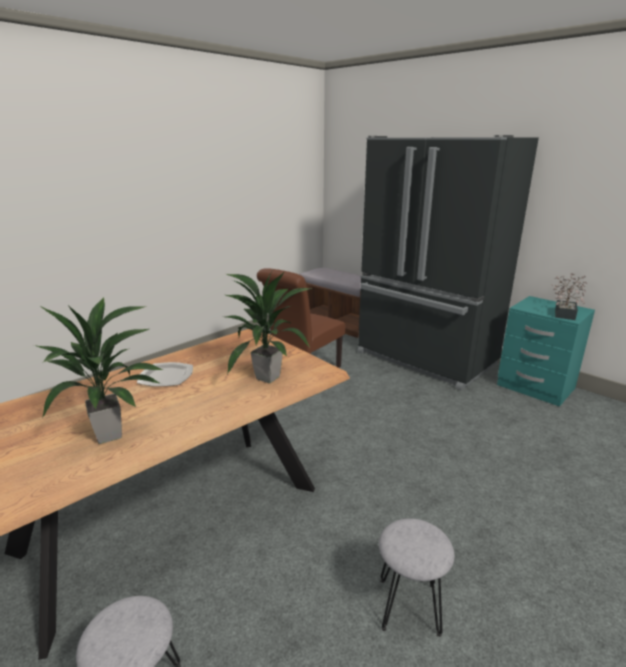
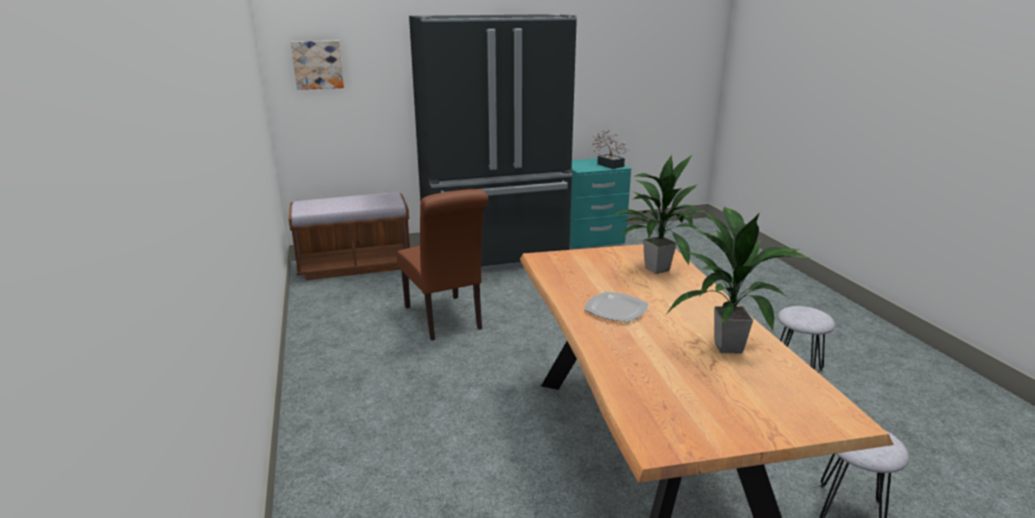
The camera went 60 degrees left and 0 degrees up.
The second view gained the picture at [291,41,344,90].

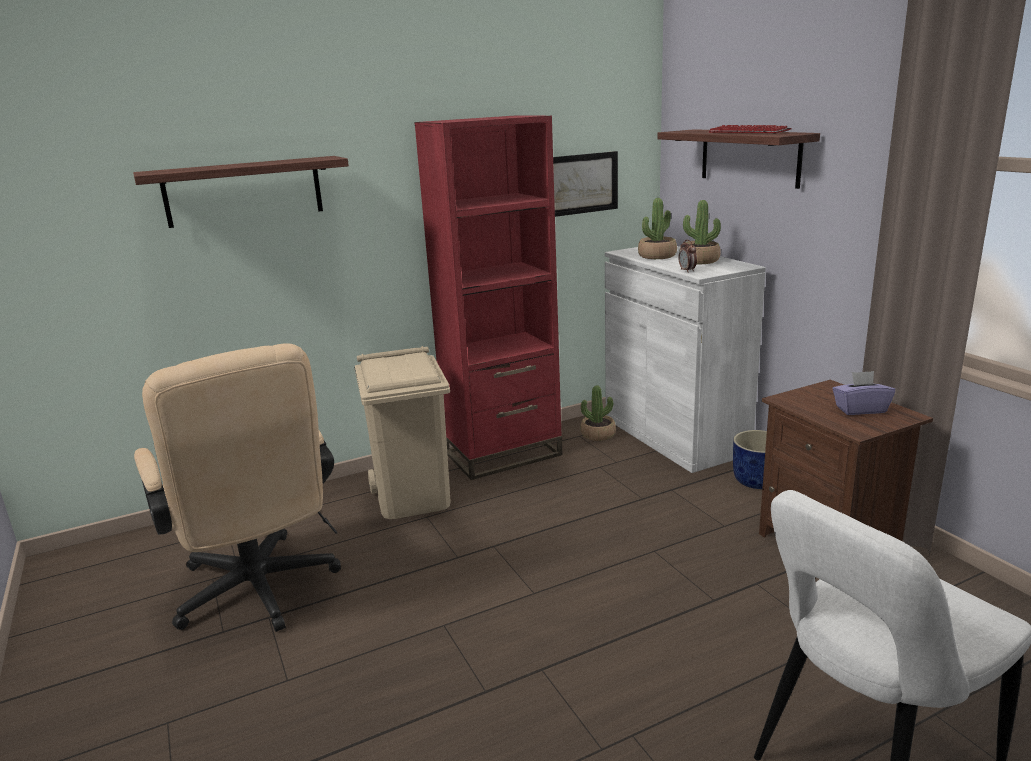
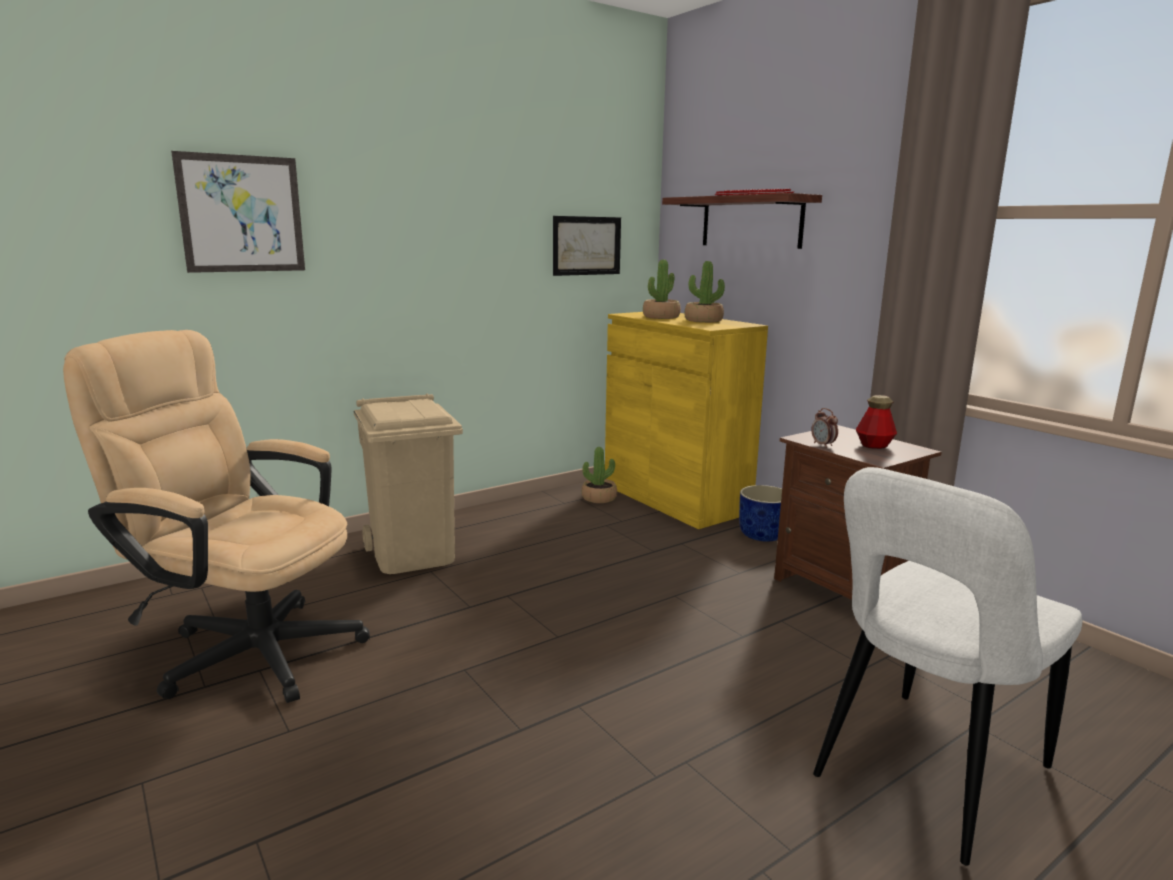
The camera went 10 degrees left and 5 degrees down.
The second view lost the red bookcase at [414,115,562,480].
Where the shelf hung at [133,156,349,228], the picture came to hang at [171,151,305,273].
The alarm clock ended up elsewhere, having gone from [678,240,697,272] to [811,408,838,448].
What was the white cabinet at [605,246,766,473] turned into the yellow cabinet at [605,312,768,529].
The beige office chair at [134,343,341,632] ended up facing another way, 150 degrees clockwise from before.
Where the purple tissue box stood at [833,371,895,415], the bottle came to stand at [856,395,897,449].

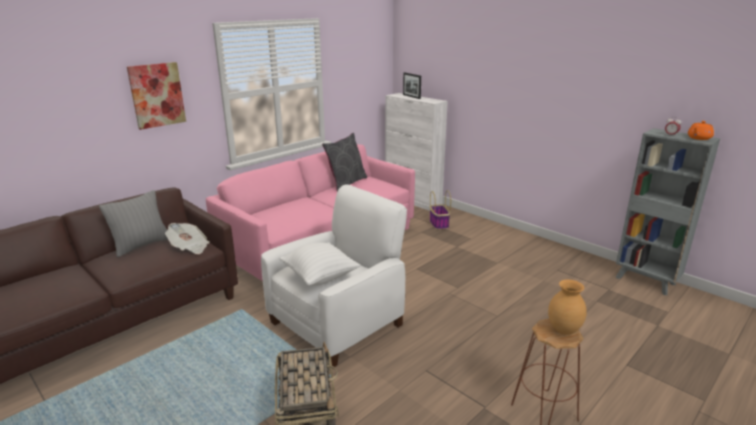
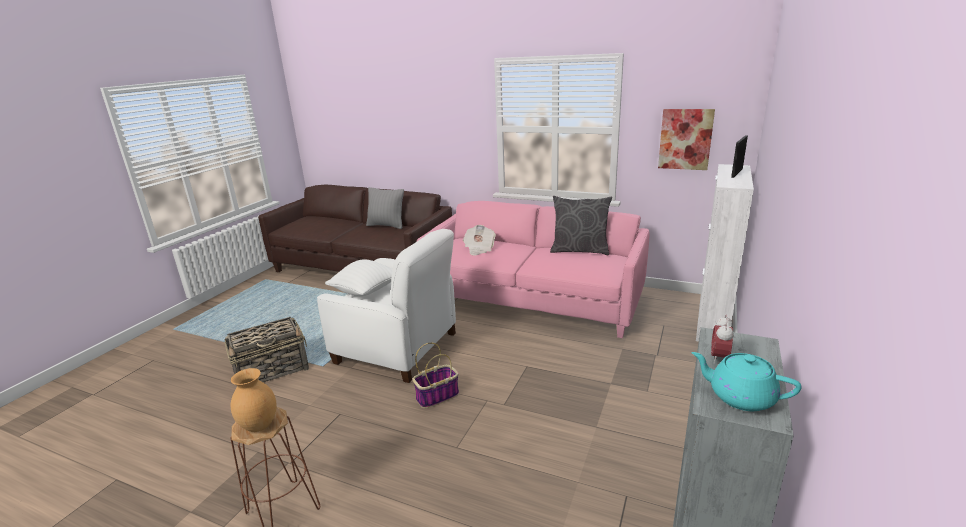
The camera went 70 degrees right and 0 degrees up.
The picture ended up elsewhere, having gone from [127,62,186,130] to [658,109,715,170].
What was the orange teapot at [688,121,714,140] turned into the turquoise teapot at [691,352,802,411].
The basket ended up elsewhere, having gone from [430,190,451,230] to [413,343,459,409].
The newspaper ended up elsewhere, having gone from [165,223,209,254] to [463,225,496,255].

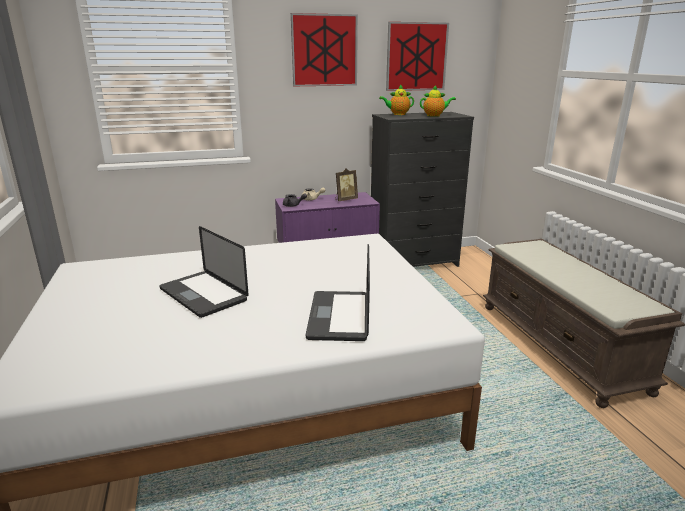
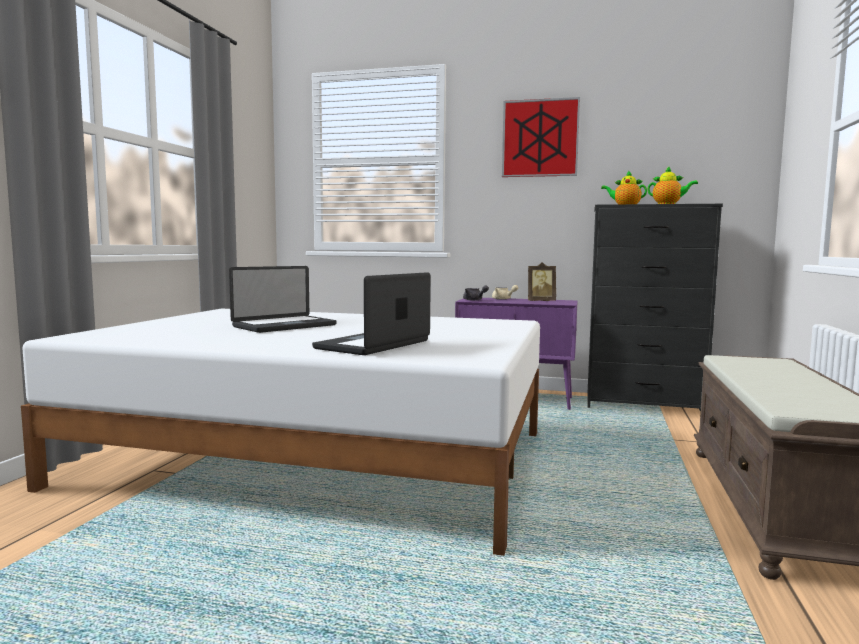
The camera went 30 degrees right and 15 degrees down.
The second view lost the picture at [386,22,449,91].
The laptop at [159,226,249,318] ended up facing another way, 120 degrees counterclockwise from before.

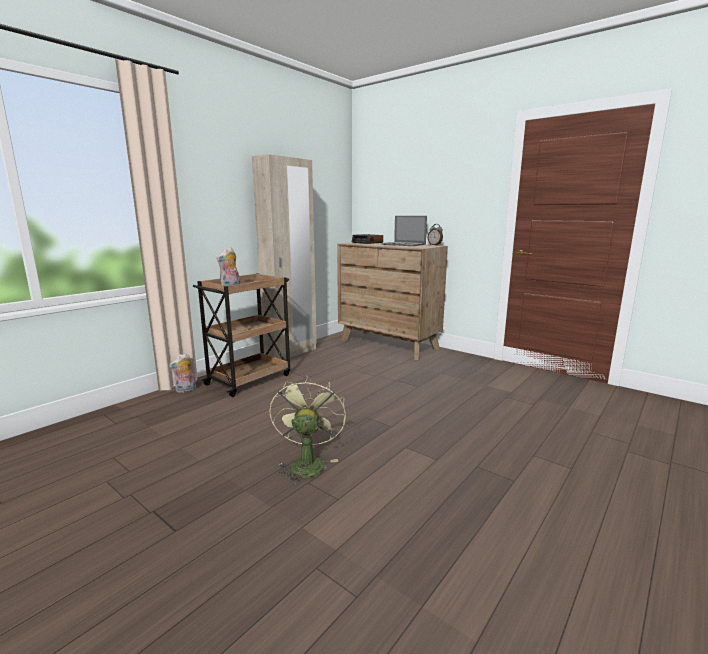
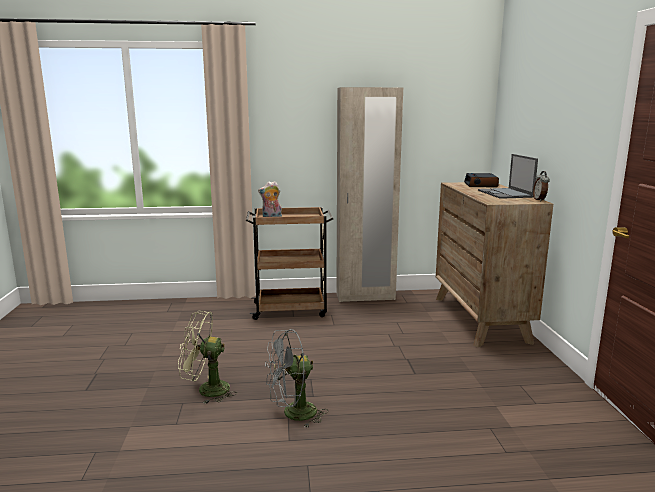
The camera went 45 degrees right and 0 degrees up.
The second view lost the plush toy at [169,353,196,393].
The green fan at [270,376,346,484] ended up facing another way, 135 degrees counterclockwise from before.
The second view gained the grey fan at [265,329,328,428].

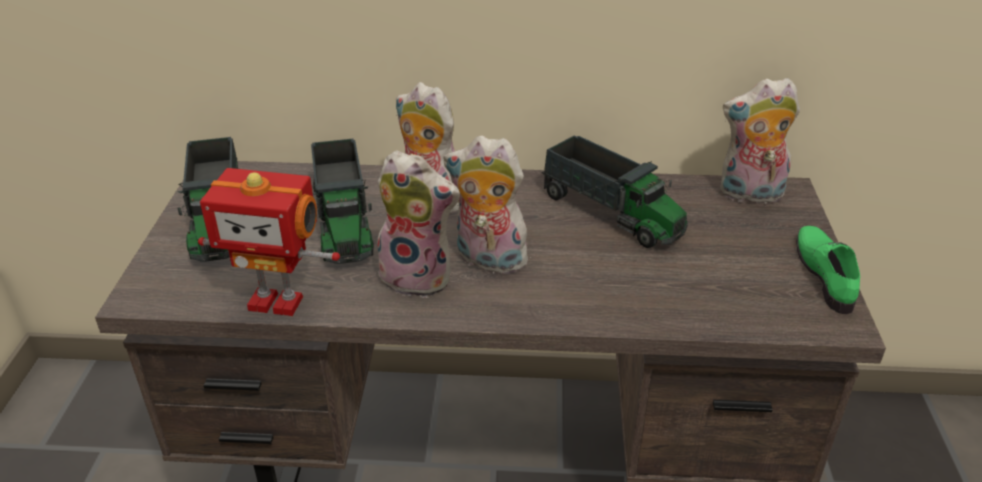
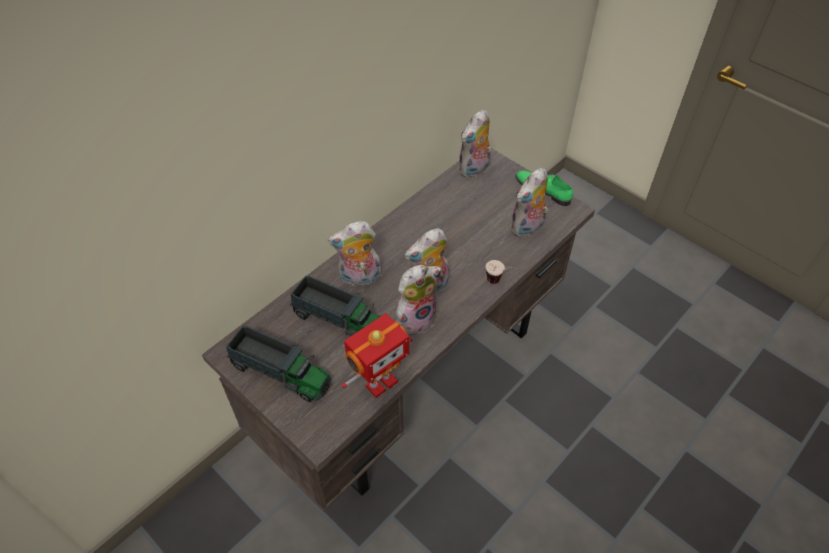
The camera went 50 degrees left and 15 degrees up.
The second view lost the toy truck at [541,135,688,248].
The second view gained the plush toy at [510,168,548,237].
The second view gained the cup at [486,260,520,284].

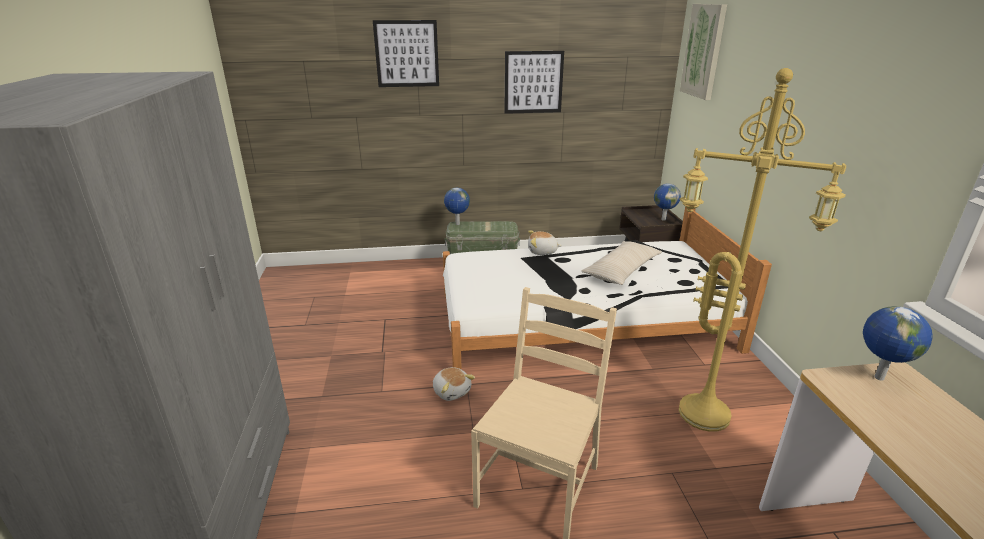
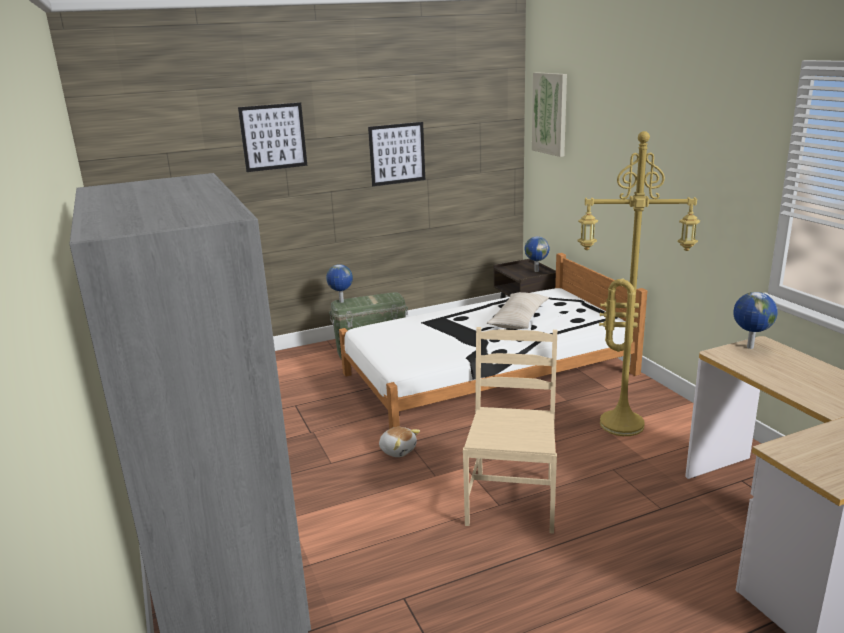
The camera went 15 degrees left and 5 degrees down.
The second view lost the plush toy at [528,230,562,255].

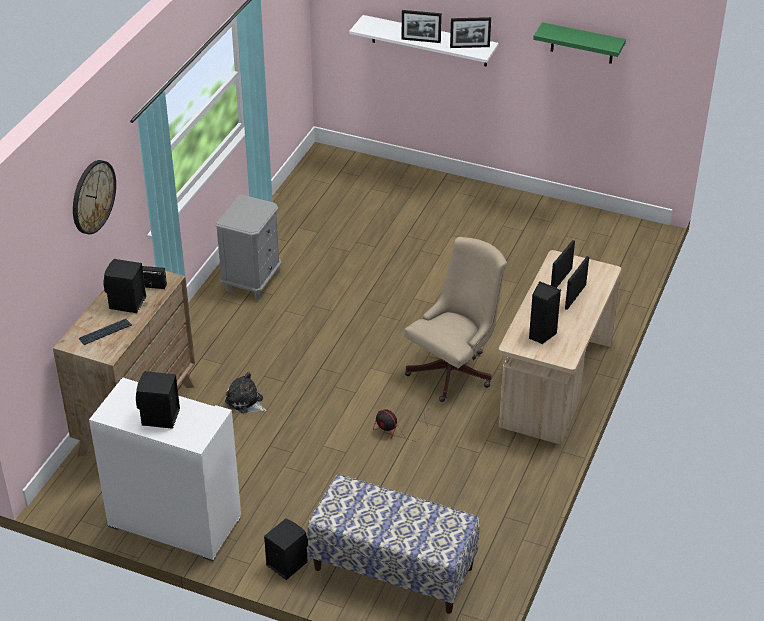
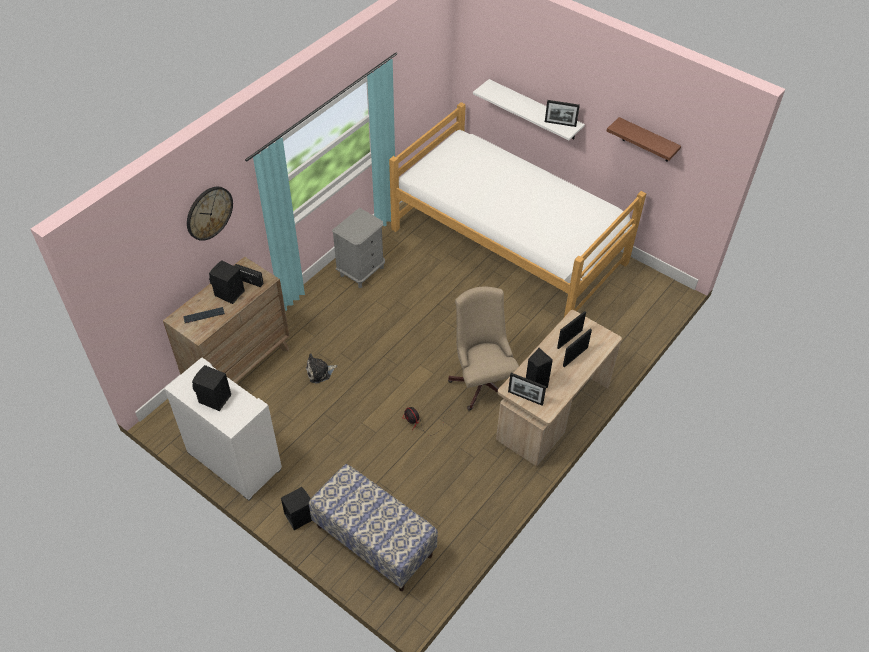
The camera went 15 degrees right and 10 degrees up.
The picture frame ended up elsewhere, having gone from [402,10,442,43] to [508,373,546,406].
What was the green shelf at [533,22,626,64] turned into the brown shelf at [607,117,681,162].
The beige office chair at [404,237,507,402] ended up facing another way, 75 degrees counterclockwise from before.
The plush toy at [225,372,267,413] ended up facing another way, 75 degrees counterclockwise from before.
The second view gained the bed at [389,102,646,317].

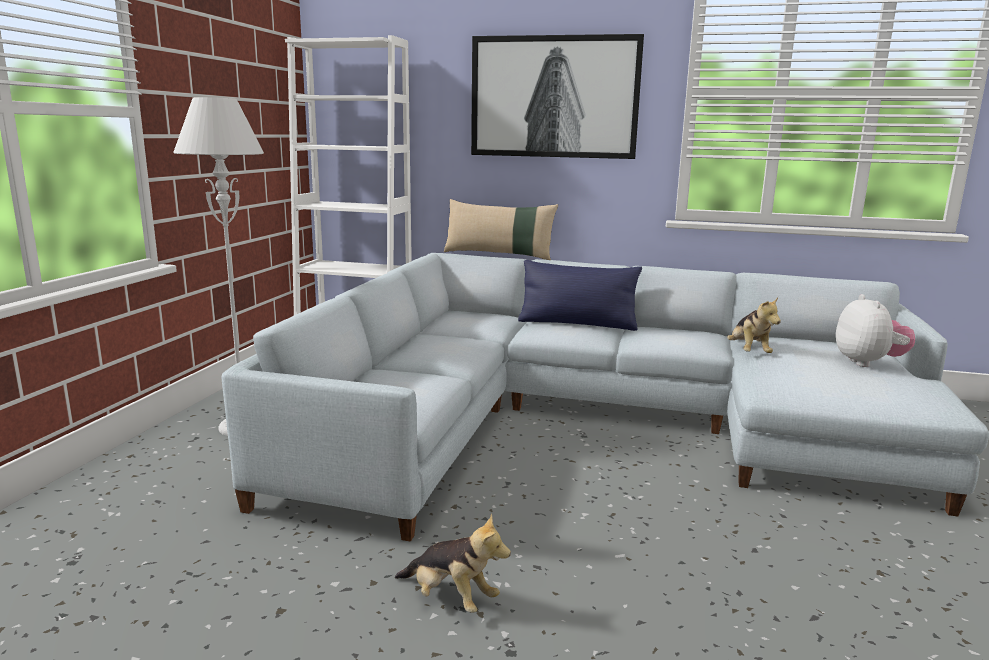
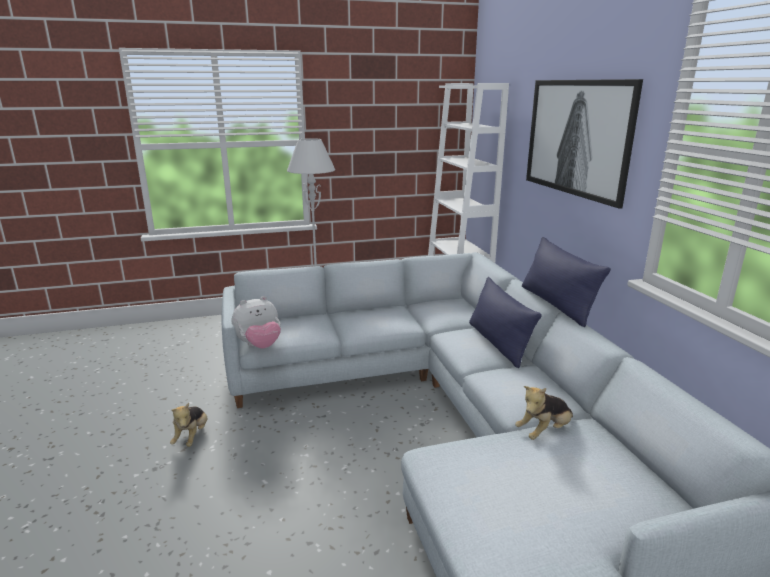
The camera went 60 degrees right and 5 degrees up.
The second view lost the beige pillow at [444,199,558,260].
The plush toy ended up elsewhere, having gone from [836,294,915,367] to [231,296,281,349].
The second view gained the blue pillow at [522,237,611,327].

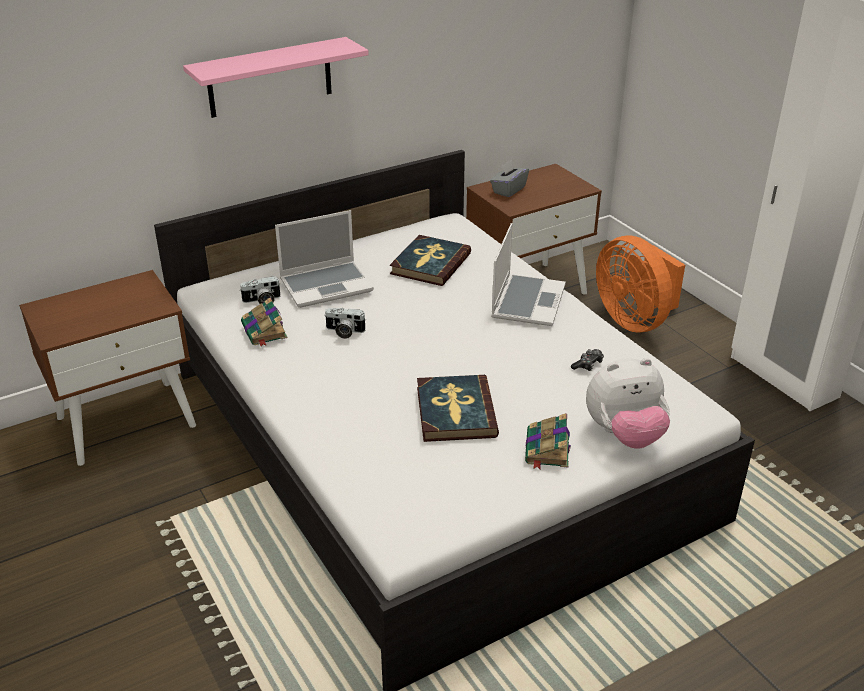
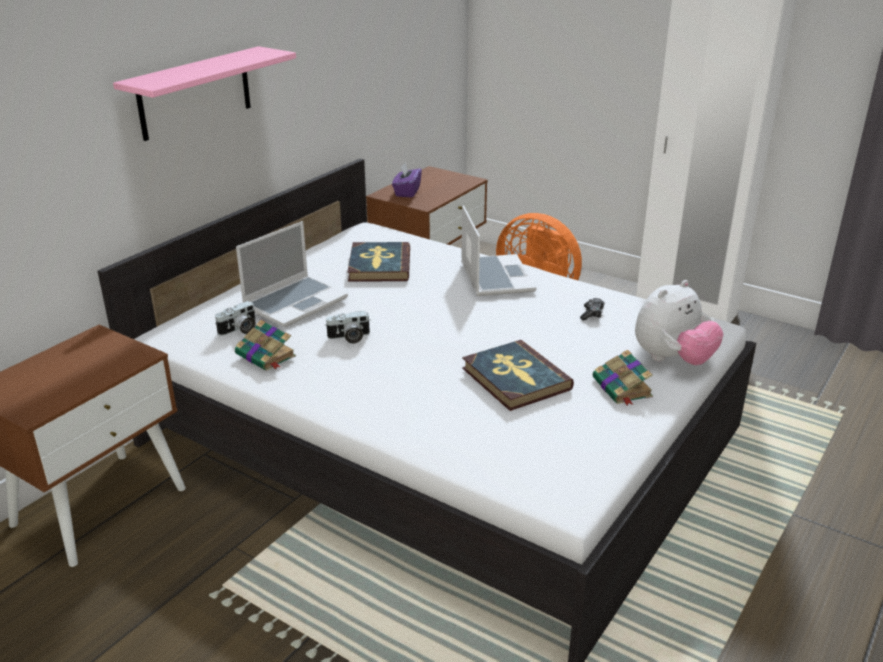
The camera went 25 degrees left and 5 degrees down.
What was the grey tissue box at [490,160,529,197] turned into the purple tissue box at [392,162,422,198].

